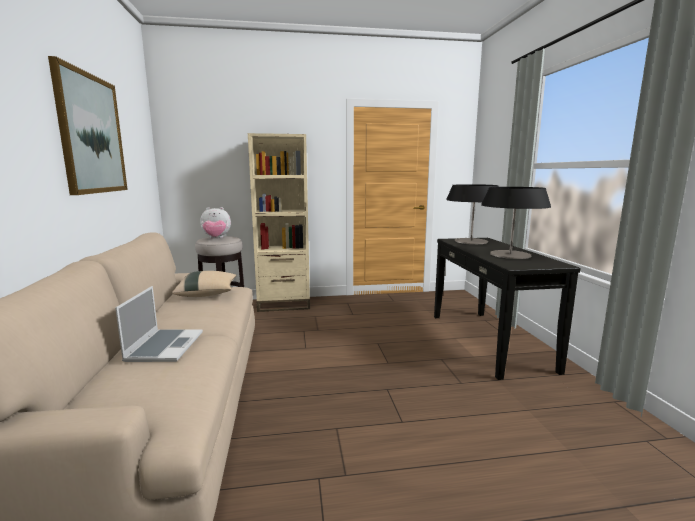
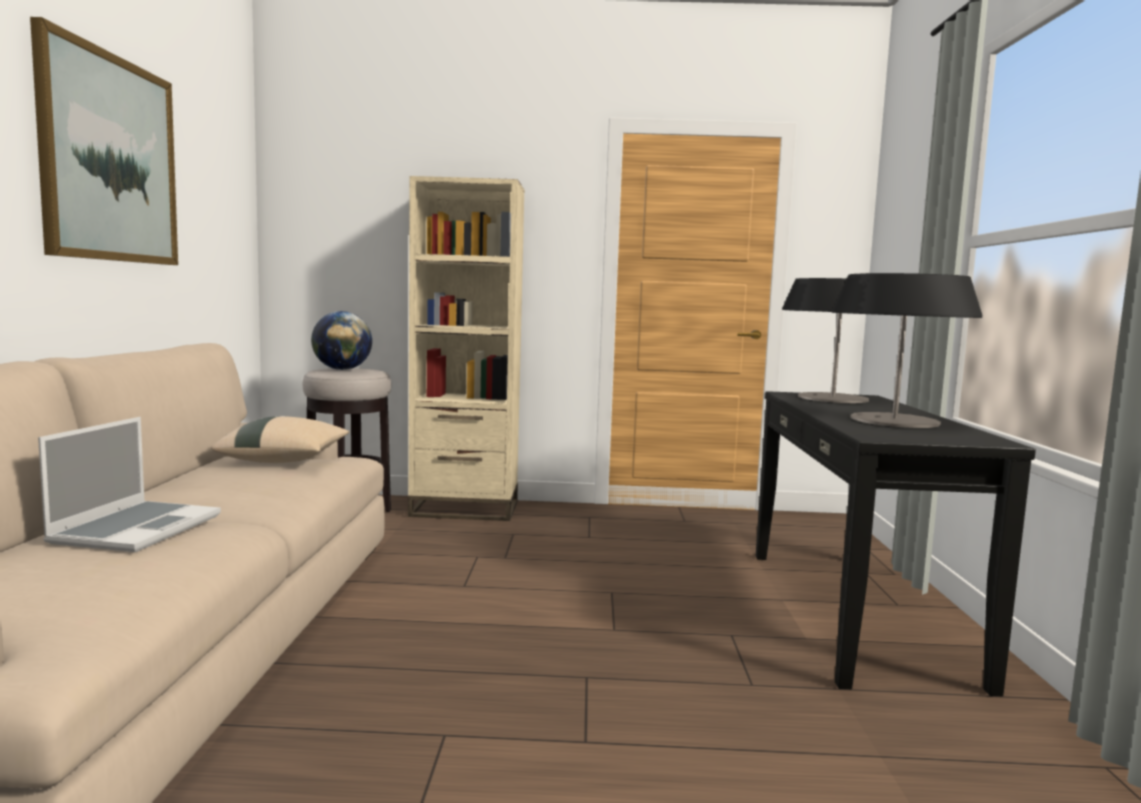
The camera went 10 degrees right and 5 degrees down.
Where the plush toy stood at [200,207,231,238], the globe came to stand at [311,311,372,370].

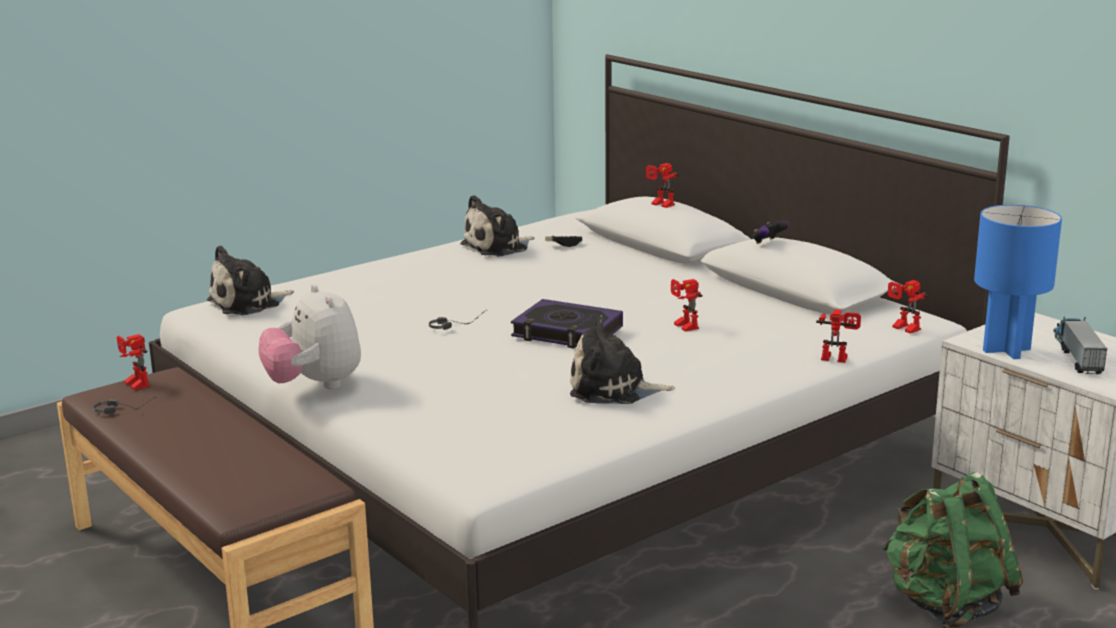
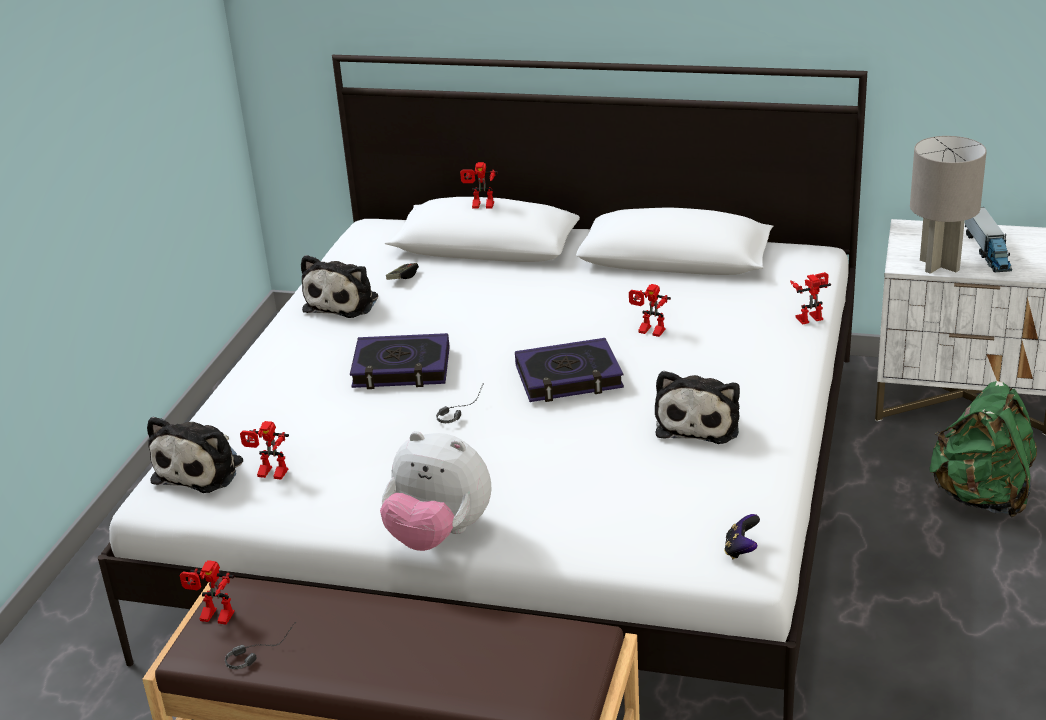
The camera went 35 degrees left and 10 degrees up.
What was the blue table lamp at [974,205,1062,359] turned into the grey table lamp at [910,136,987,274].
The game controller ended up elsewhere, having gone from [753,220,790,244] to [724,514,760,559].
The toy robot ended up elsewhere, having gone from [888,280,929,334] to [240,421,289,479].
The plush toy at [570,315,675,404] ended up facing another way, 45 degrees counterclockwise from before.
The toy truck at [1053,317,1107,374] ended up facing another way, 150 degrees counterclockwise from before.
The second view gained the book at [350,333,450,389].

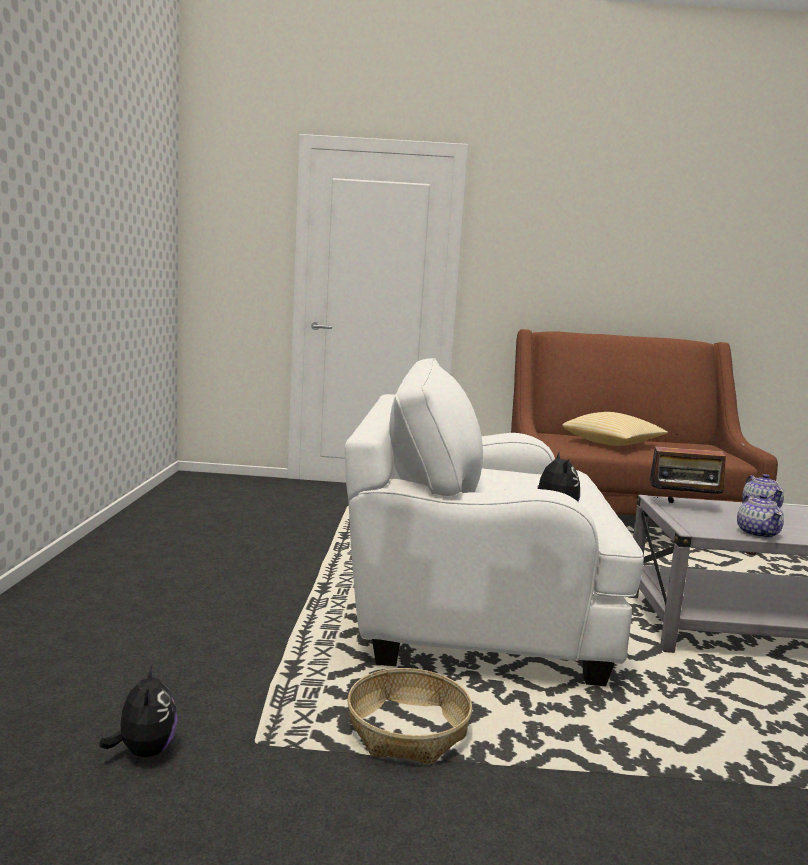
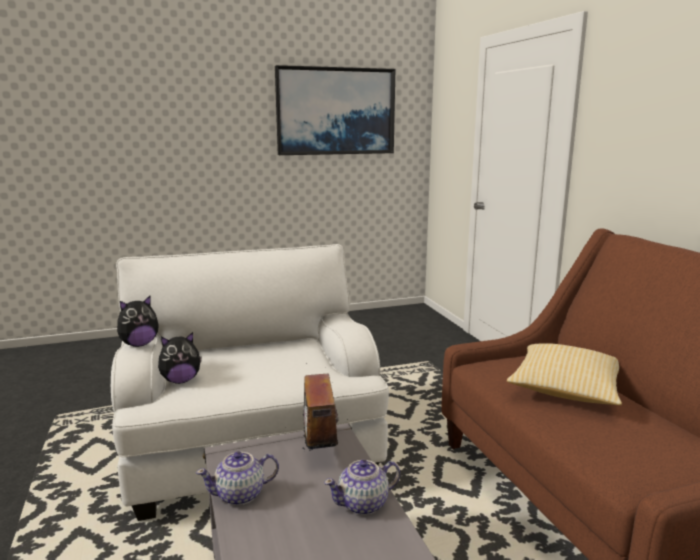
The camera went 70 degrees right and 5 degrees up.
The plush toy ended up elsewhere, having gone from [99,664,178,757] to [117,296,159,347].
The second view lost the basket at [347,668,472,765].
The second view gained the picture at [275,65,395,155].

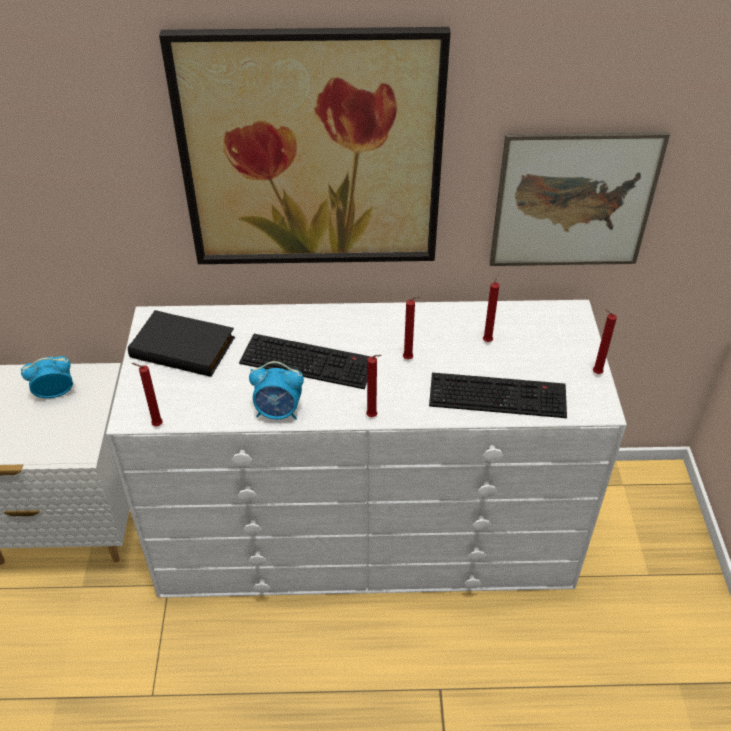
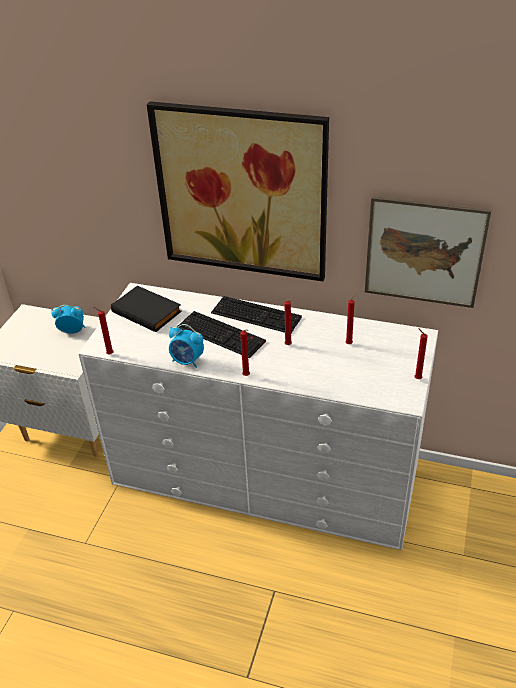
The camera went 20 degrees right and 5 degrees down.
The keyboard ended up elsewhere, having gone from [429,373,567,418] to [211,296,302,333].

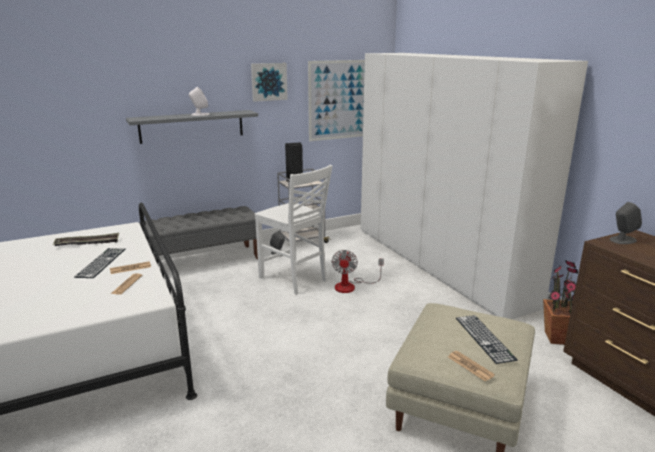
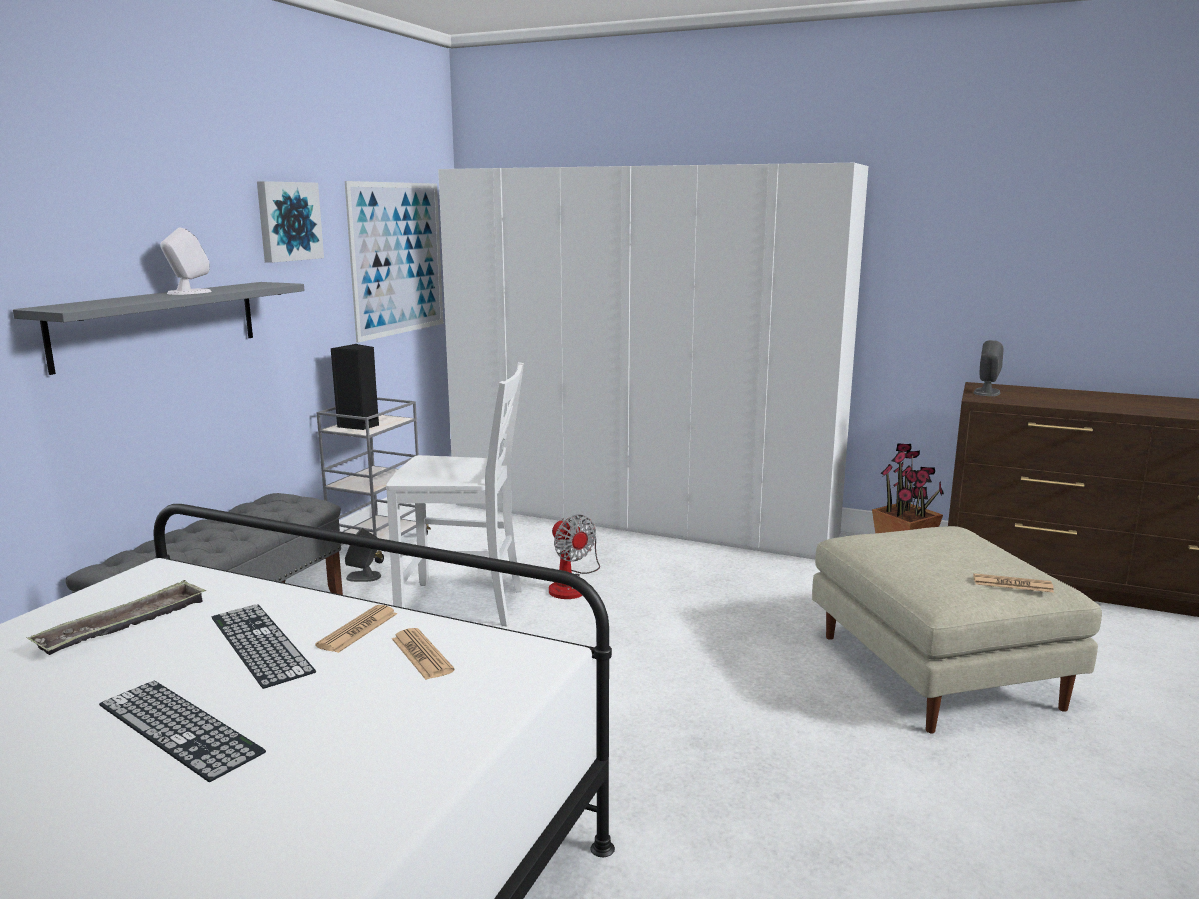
The camera went 40 degrees left and 5 degrees down.
The keyboard ended up elsewhere, having gone from [456,315,518,364] to [99,681,266,782].

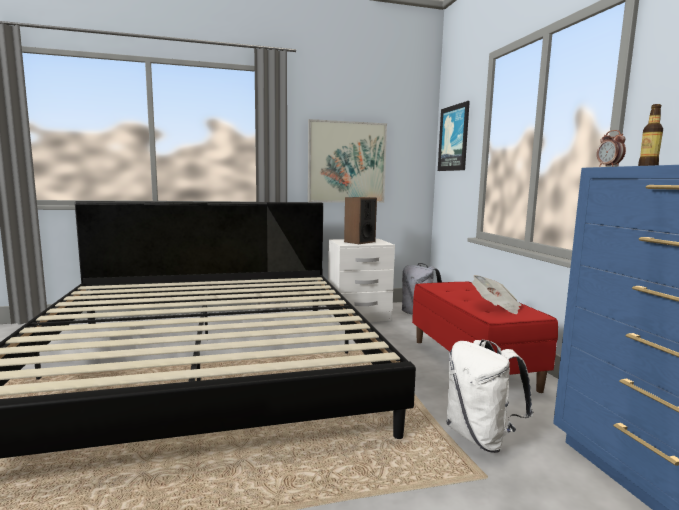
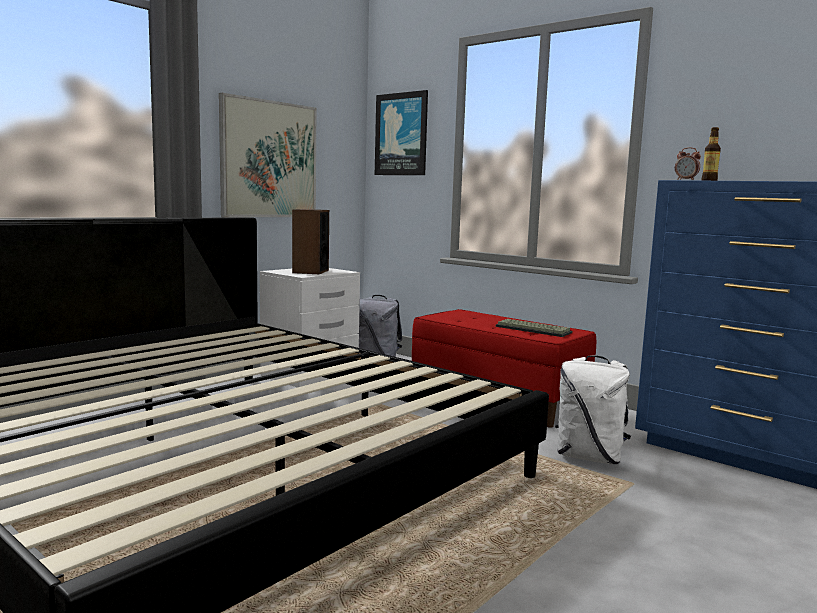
The camera went 35 degrees left and 0 degrees up.
Where the newspaper stood at [472,275,521,315], the keyboard came to stand at [496,319,572,337].

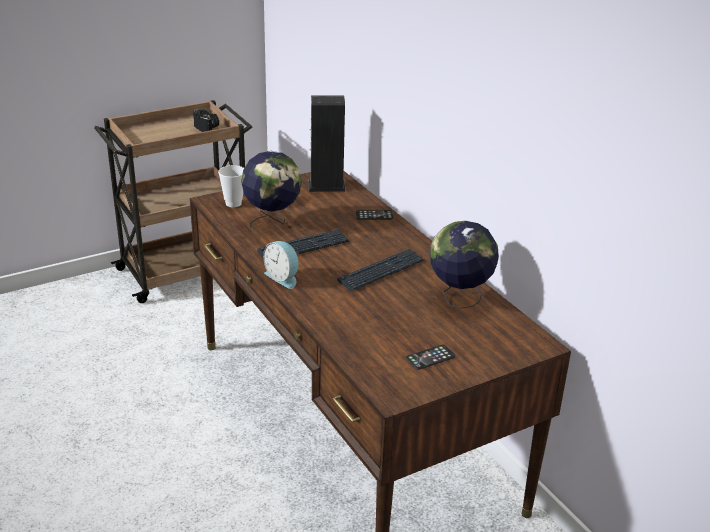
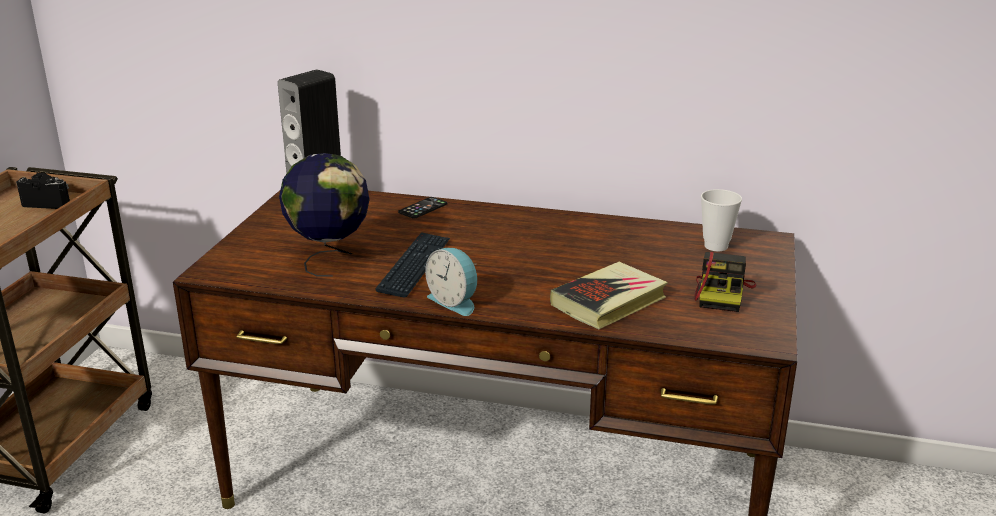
The camera went 45 degrees left and 5 degrees down.
The cup ended up elsewhere, having gone from [218,165,244,207] to [701,189,742,251].
The second view lost the globe at [430,221,499,309].
The alarm clock at [263,241,299,289] ended up facing another way, 45 degrees clockwise from before.
The second view lost the keyboard at [337,249,424,291].
Where the phone stood at [406,345,456,370], the photo camera came to stand at [694,252,756,312].
The second view gained the book at [550,262,668,329].

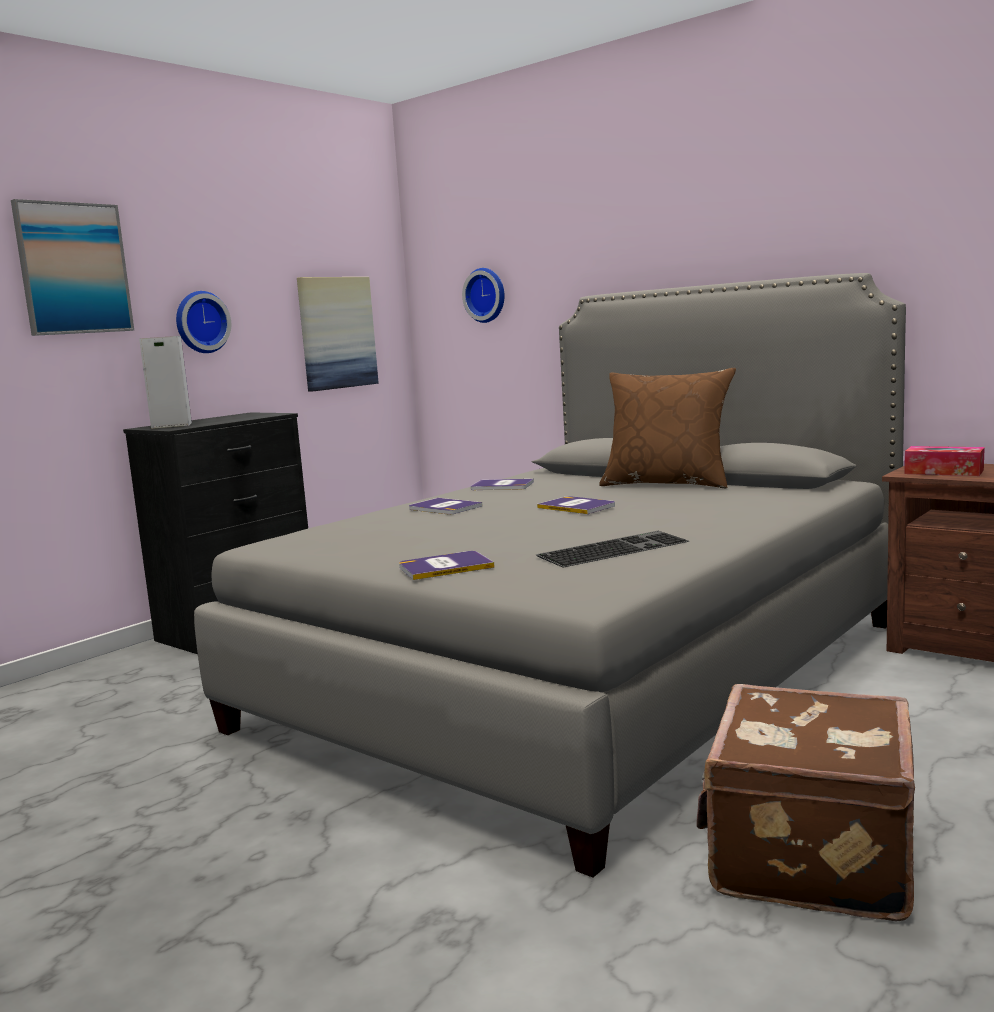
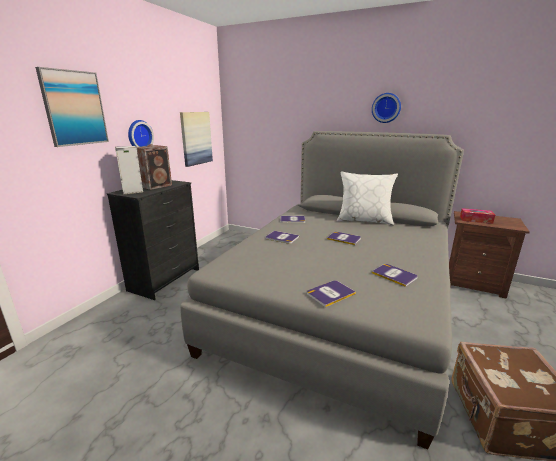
The camera went 15 degrees left and 10 degrees up.
The wall clock ended up elsewhere, having gone from [462,268,504,323] to [372,93,401,123].
What was the brown pillow at [599,368,736,488] turned into the white pillow at [337,171,398,225].
Where the keyboard stood at [536,531,689,568], the book came to stand at [372,264,418,287].
The second view gained the speaker at [136,144,172,190].

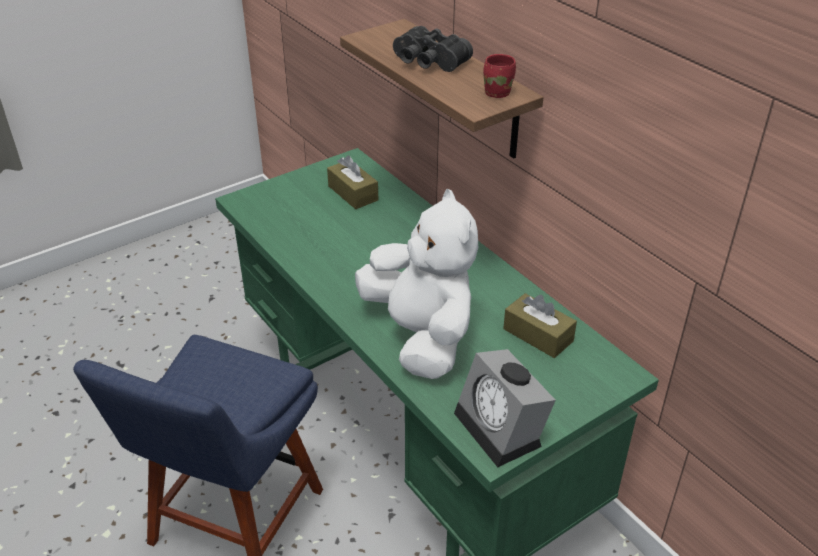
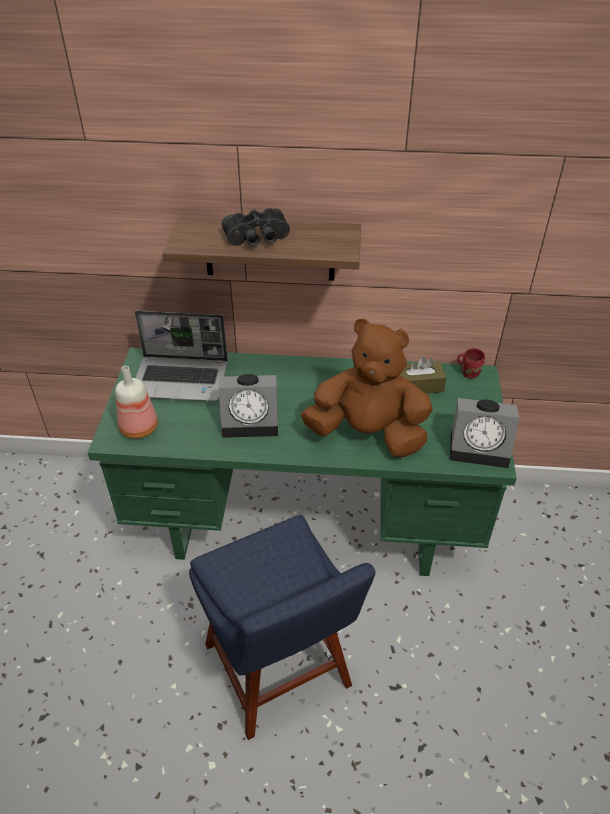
The camera went 50 degrees left and 5 degrees up.
The red mug ended up elsewhere, having gone from [483,54,516,98] to [457,348,485,379].
Where the brown tissue box stood at [327,156,378,209], the laptop came to stand at [135,310,228,402].
What was the white plush toy at [355,189,478,379] turned into the brown plush toy at [301,318,433,457].
The second view gained the bottle at [115,366,158,439].
The second view gained the alarm clock at [219,374,278,438].

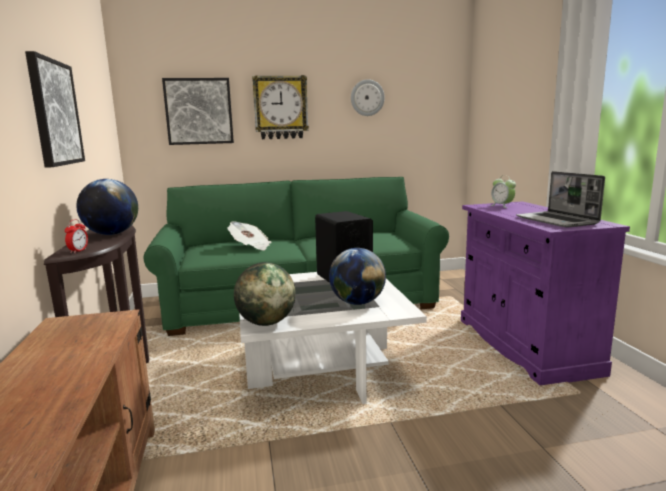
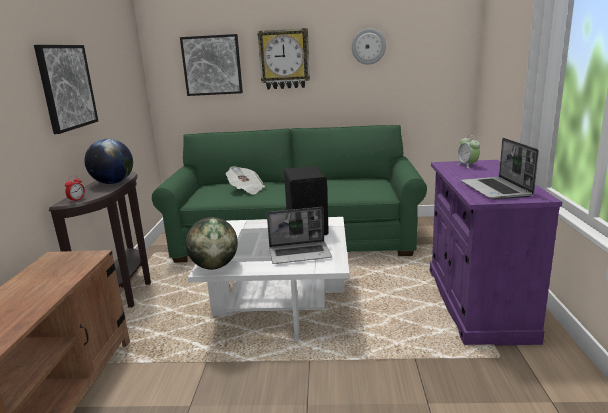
The camera went 15 degrees right and 5 degrees up.
Where the globe stood at [329,248,386,305], the laptop came to stand at [267,207,332,264].

